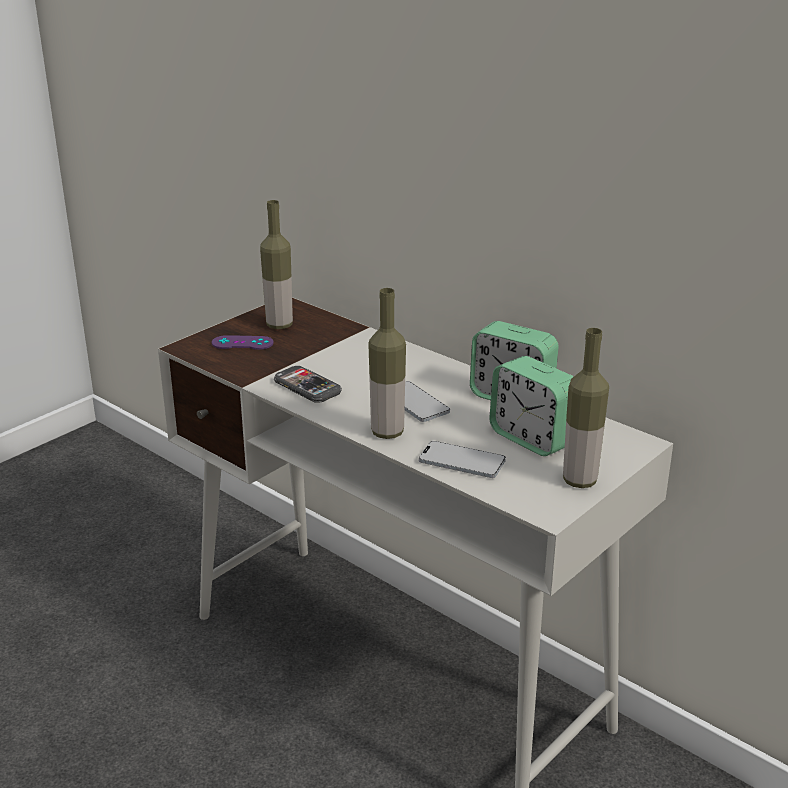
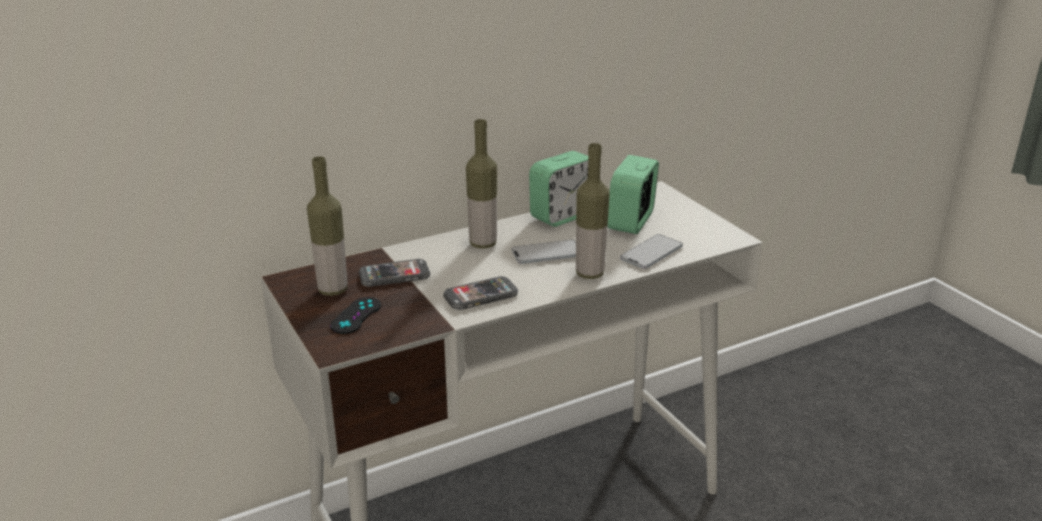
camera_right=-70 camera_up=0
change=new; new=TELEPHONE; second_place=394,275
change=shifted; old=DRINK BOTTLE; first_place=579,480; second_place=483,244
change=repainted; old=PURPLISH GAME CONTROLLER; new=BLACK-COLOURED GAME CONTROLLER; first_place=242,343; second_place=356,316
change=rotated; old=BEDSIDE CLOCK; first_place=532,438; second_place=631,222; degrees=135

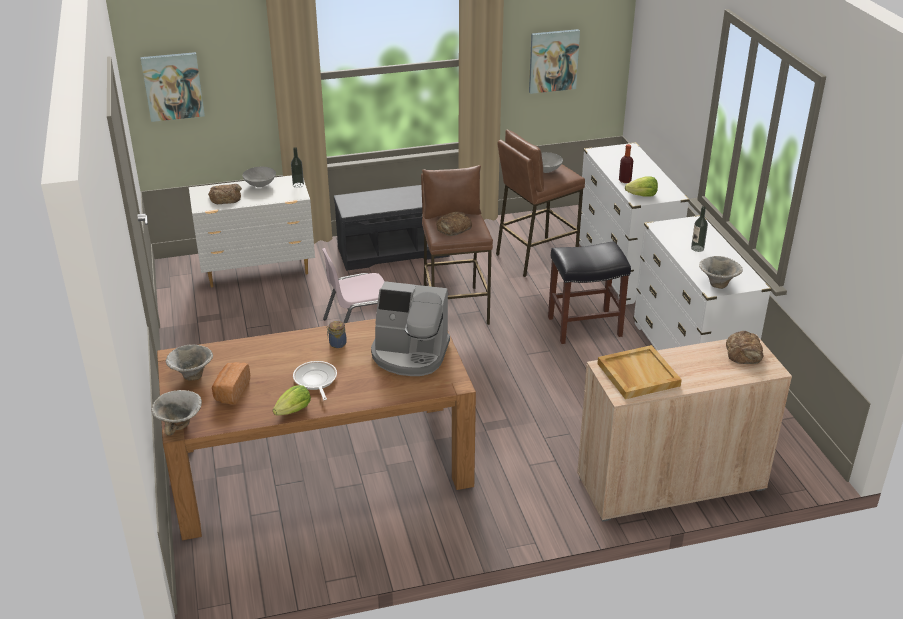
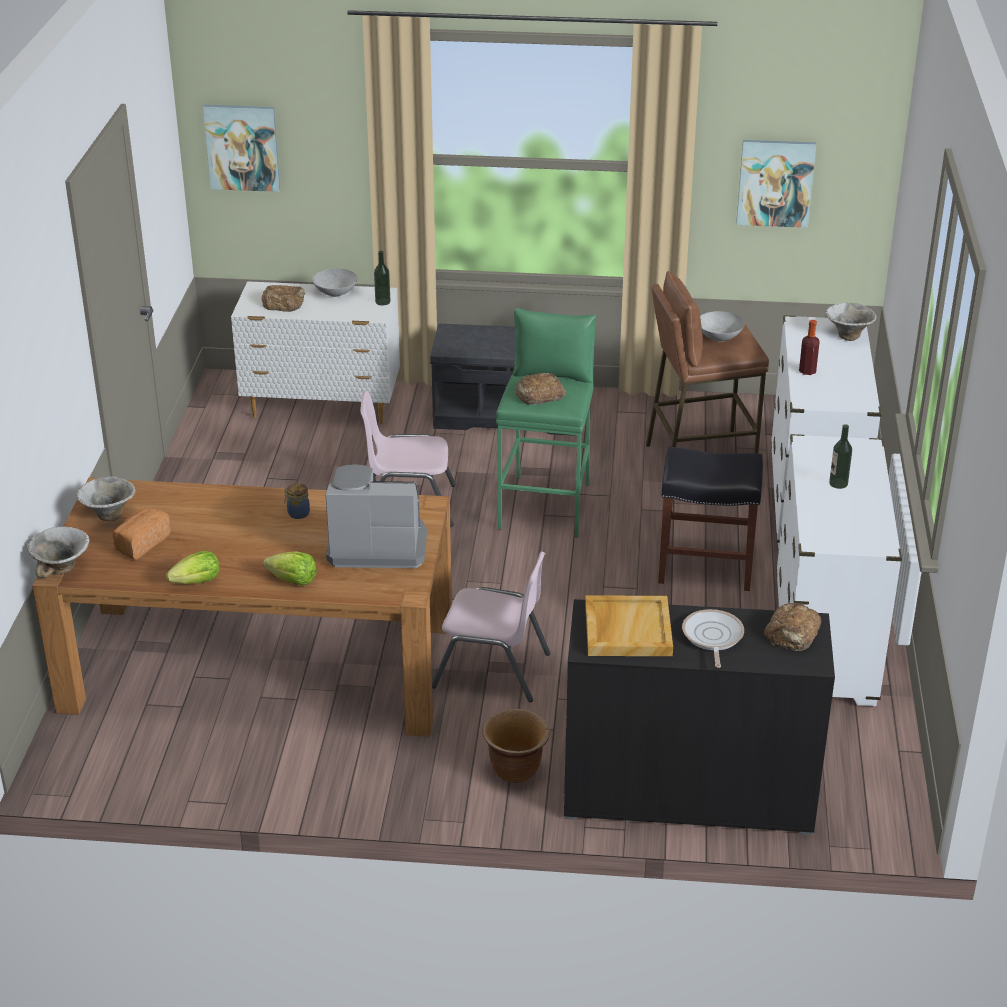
camera_right=20 camera_up=0
change=new; new=PINKISH UPRIGHT CHAIR; second_place=492,670
change=new; new=BROWN-COLOURED PLANTER; second_place=516,771
change=shifted; old=PAN; first_place=315,380; second_place=712,637
change=shifted; old=HEAD OF LETTUCE; first_place=642,195; second_place=293,581
change=shifted; old=SERVING BOWL; first_place=717,284; second_place=847,336
change=repainted; old=BROWN-COLOURED STOOL; new=GREEN STOOL; first_place=455,307; second_place=546,505
change=repainted; old=BEIGE CABINET; new=BLACK-COLOURED CABINET; first_place=670,482; second_place=688,793
change=rotated; old=COFFEE BREWER; first_place=410,354; second_place=376,544; degrees=150

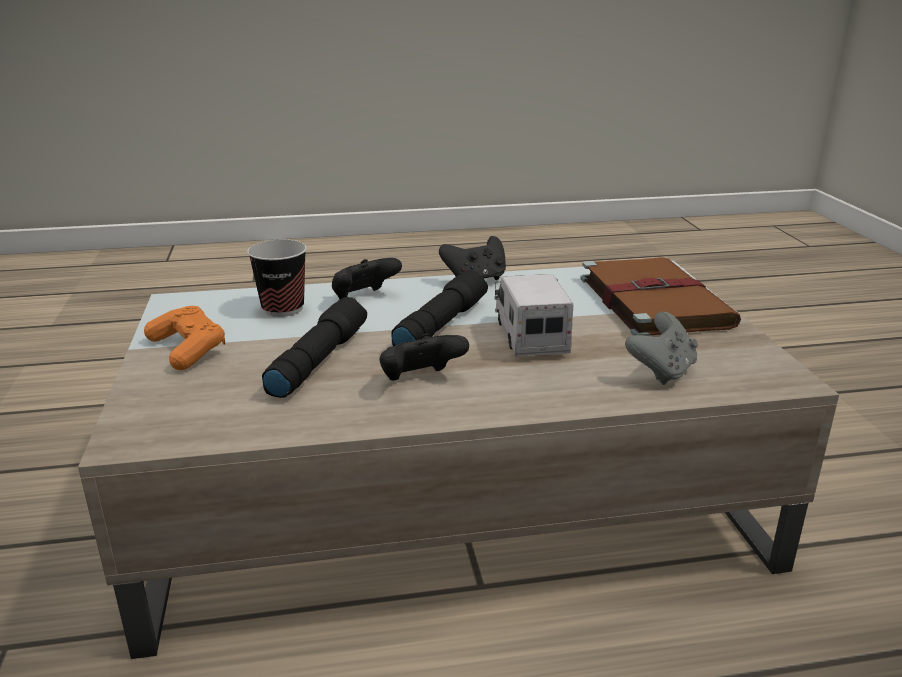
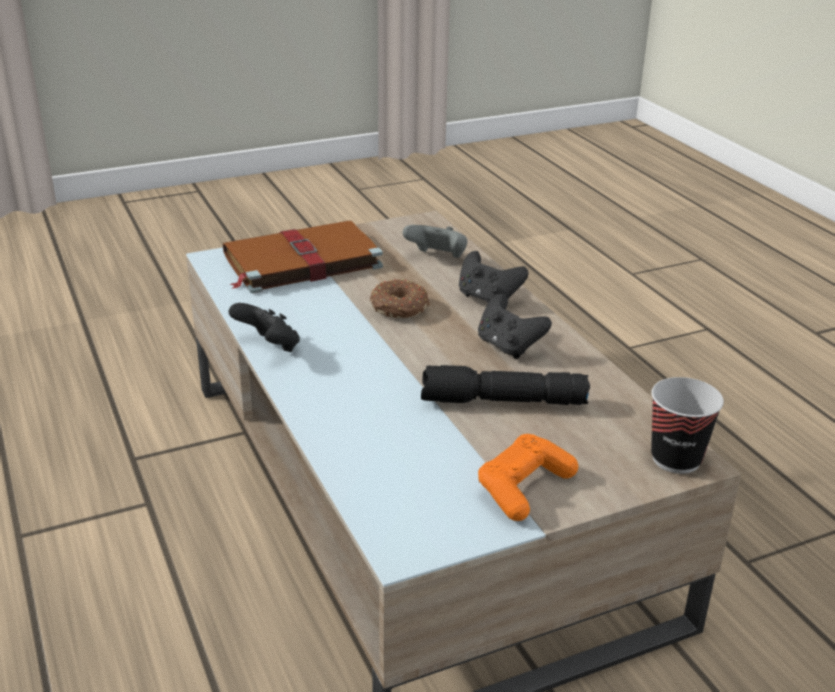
camera_right=-105 camera_up=5
change=gone; old=BLACK-COLOURED FLASHLIGHT; first_place=440,324
change=shifted; old=DRINKING CUP; first_place=283,308; second_place=676,459
change=shifted; old=BLACK-COLOURED GAME CONTROLLER; first_place=364,298; second_place=488,298
change=swapped; old=TOY LORRY; new=DONUT; first_place=530,336; second_place=399,308

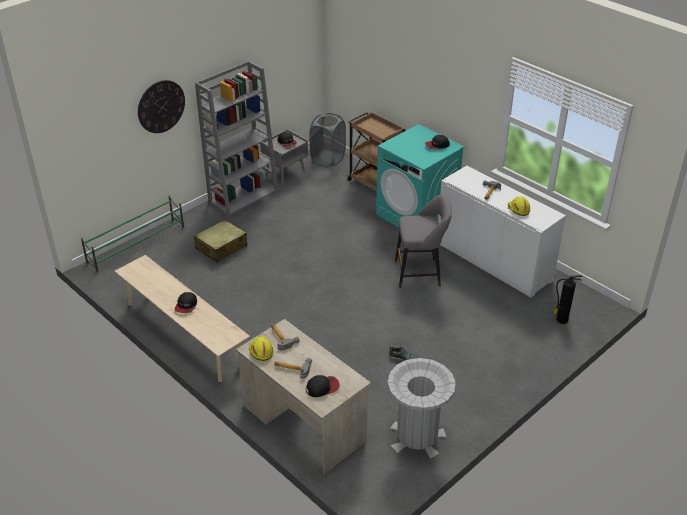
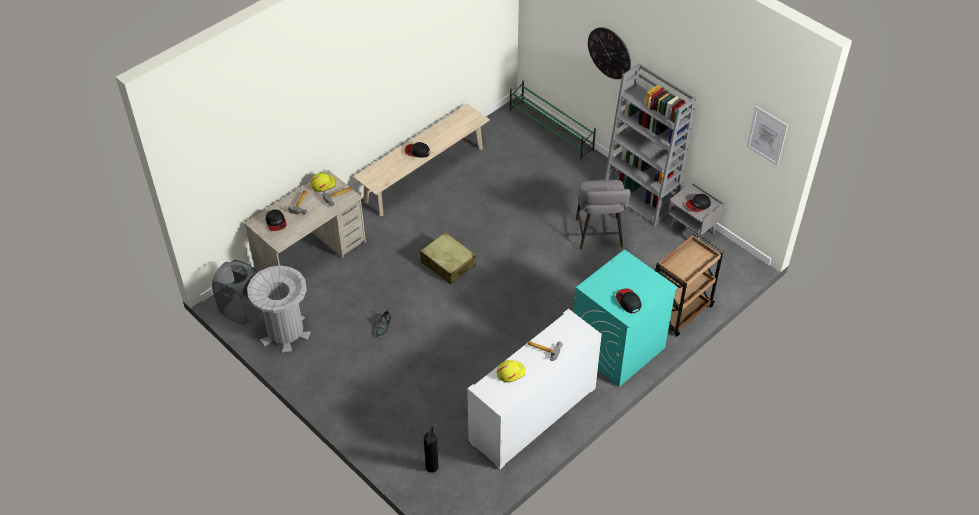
camera_right=90 camera_up=10
change=new; new=WALL PICTURE; second_place=767,135
change=shifted; old=BEIGE TRAVEL CASE; first_place=221,247; second_place=448,264
change=shifted; old=GREY LAUNDRY BASKET; first_place=328,159; second_place=243,310
change=shifted; old=GREY STOOL; first_place=420,273; second_place=599,235

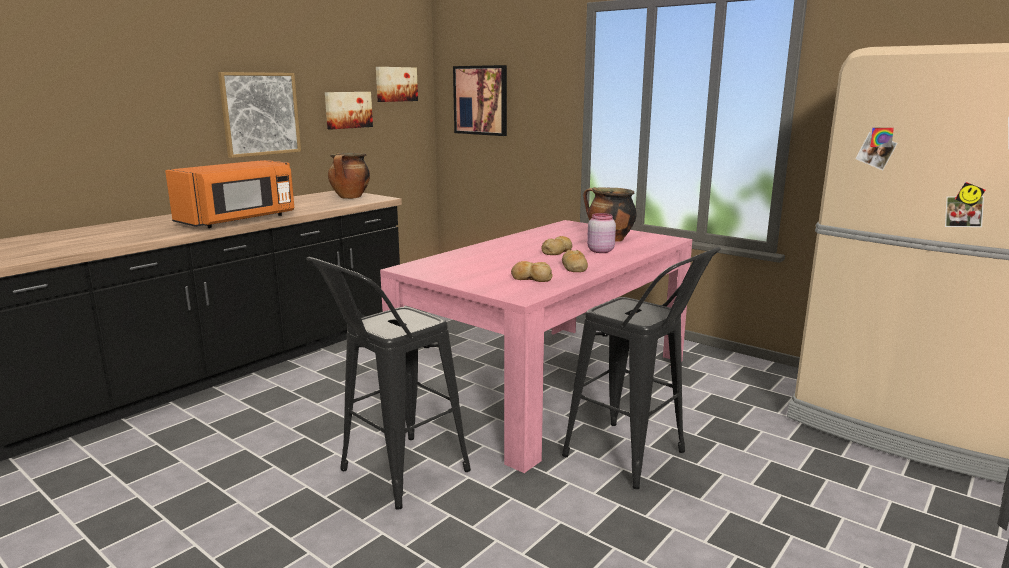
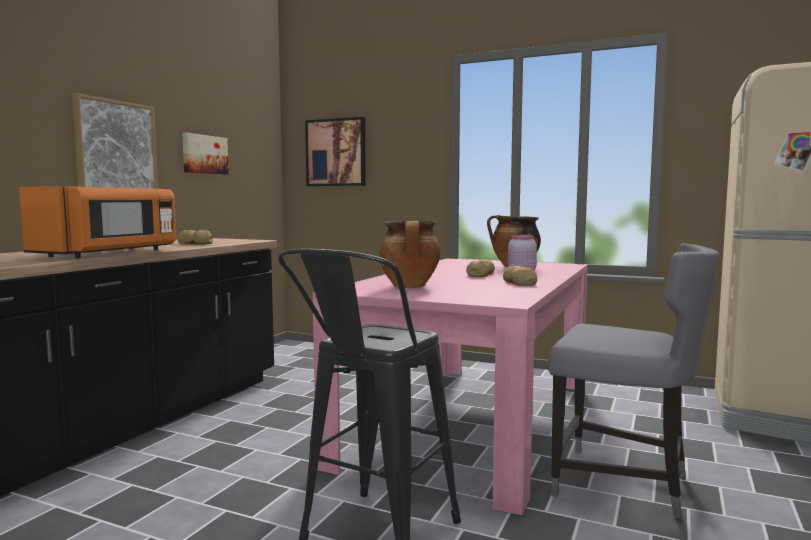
camera_right=-15 camera_up=-10
change=gone; old=WALL PICTURE; first_place=395,84
change=shifted; old=COOKING POT; first_place=350,197; second_place=410,287
change=shifted; old=BREAD; first_place=531,278; second_place=195,243
change=swapped; old=BLACK-COLOURED STOOL; new=GREY UPRIGHT CHAIR; first_place=635,459; second_place=623,484

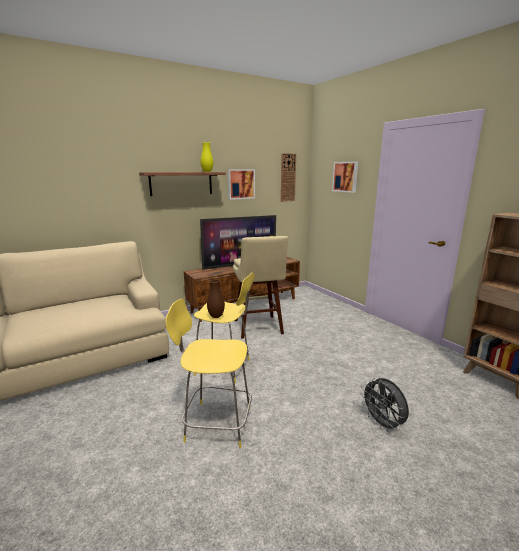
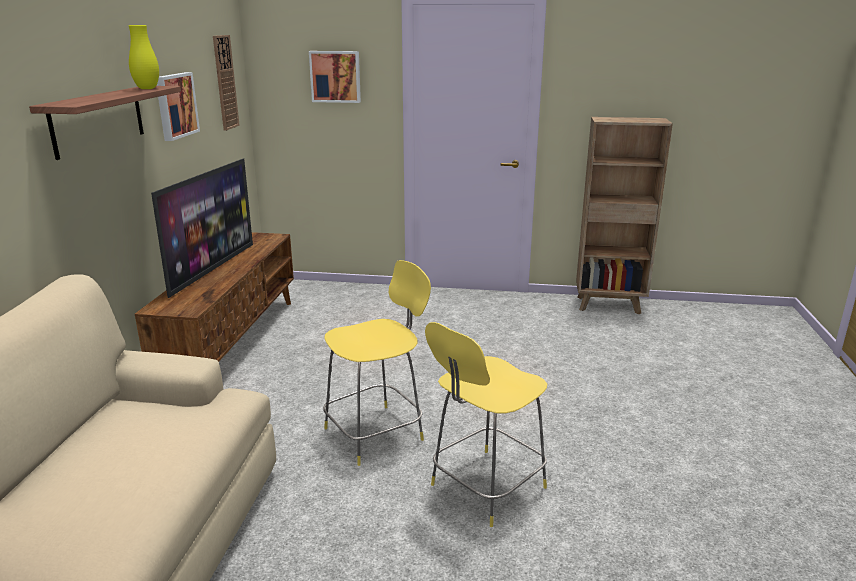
camera_right=-50 camera_up=5
change=gone; old=BROWN-COLOURED DECORATIVE VASE; first_place=216,316
change=gone; old=BEIGE STOOL; first_place=259,328
change=gone; old=GREY ELECTRIC FAN; first_place=382,424

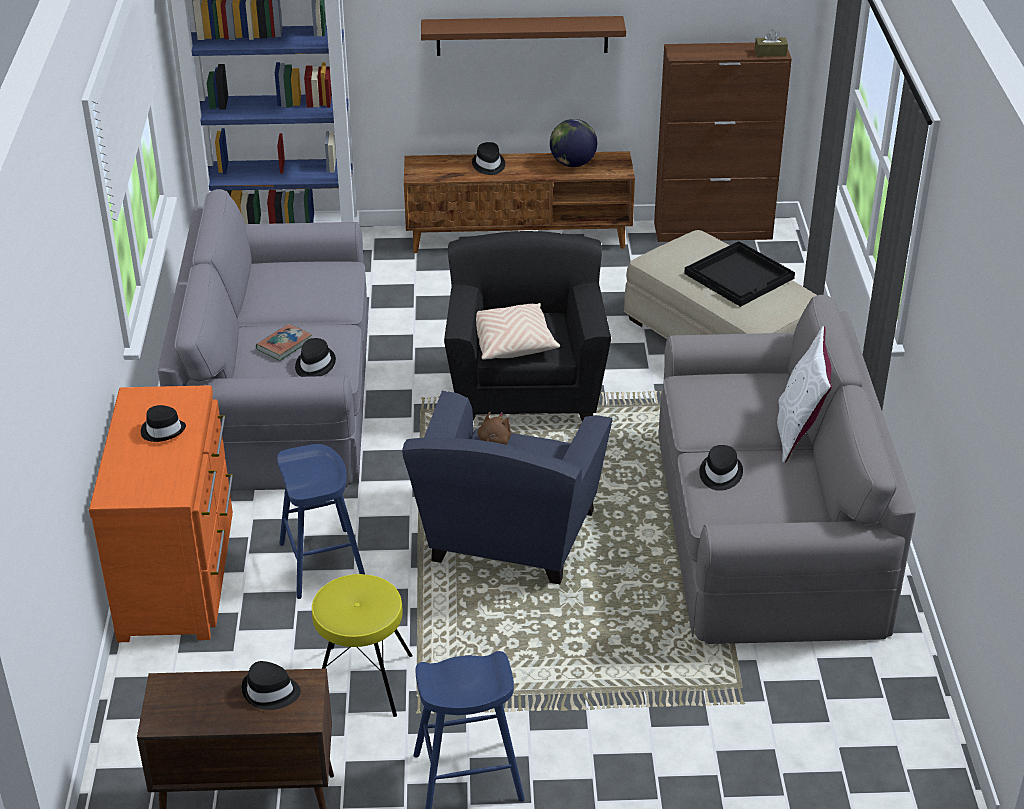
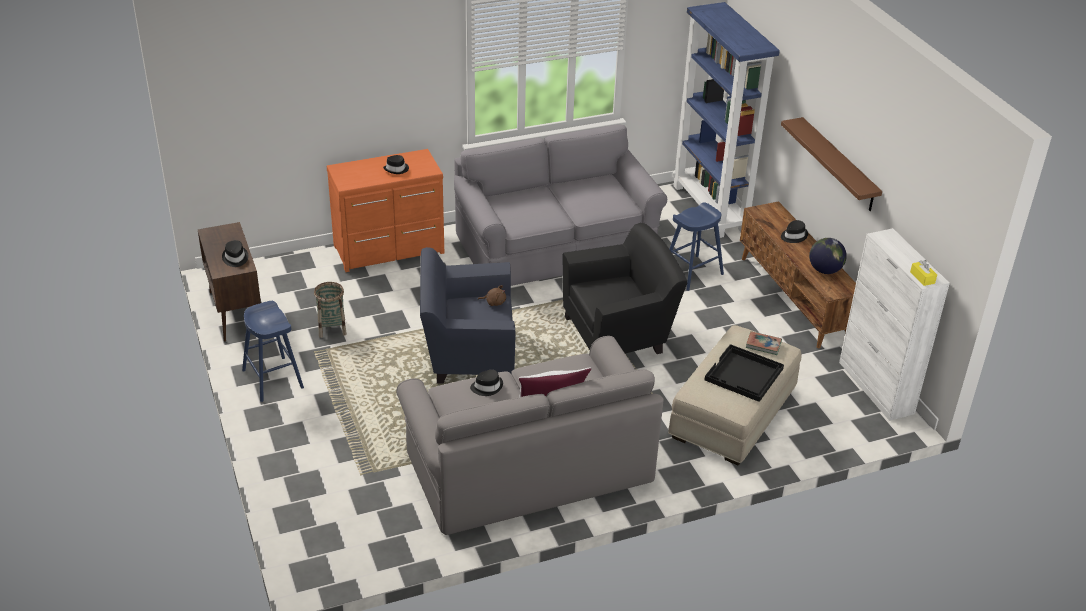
camera_right=70 camera_up=0
change=gone; old=BLACK-COLOURED CLOTHING HAT; first_place=314,365
change=gone; old=BEIGE PILLOW; first_place=511,343
change=shifted; old=BOUND BOOK; first_place=284,345; second_place=763,345
change=shifted; old=BLUE STOOL; first_place=322,563; second_place=692,273
change=swapped; old=YELLOWISH STOOL; new=HOUSEHOLD BASKET; first_place=362,681; second_place=332,328
change=repainted; old=BROWN-COLOURED CABINET; new=WHITE CABINET; first_place=713,231; second_place=876,388
change=repainted; old=BROWN-COLOURED BOX OF TISSUES; new=YELLOWISH BOX OF TISSUES; first_place=770,53; second_place=922,277

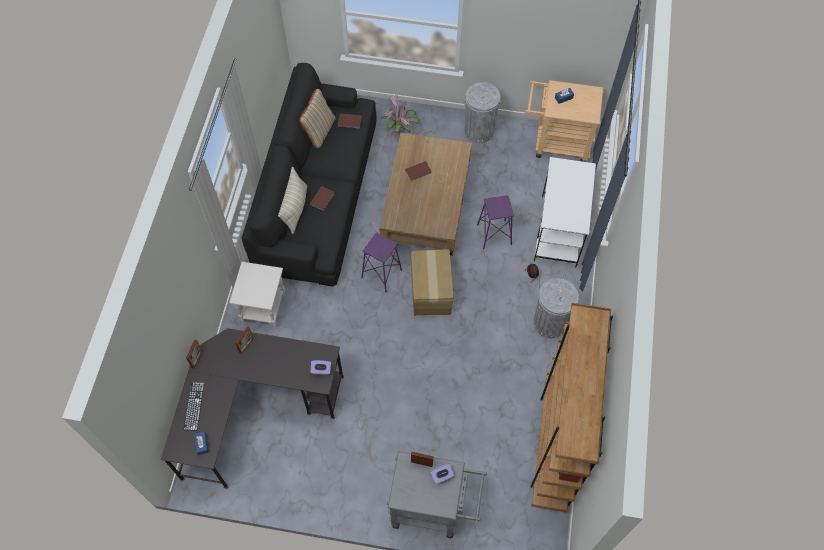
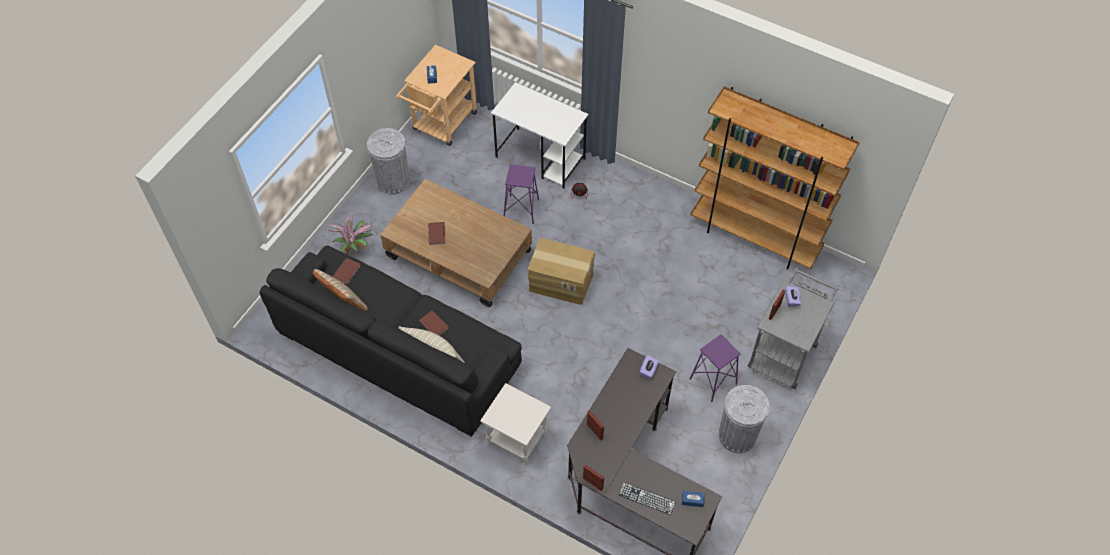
camera_right=-70 camera_up=-5
change=shifted; old=PURPLISH STOOL; first_place=381,274; second_place=713,381
change=shifted; old=GREY TRASH CAN; first_place=550,323; second_place=737,436

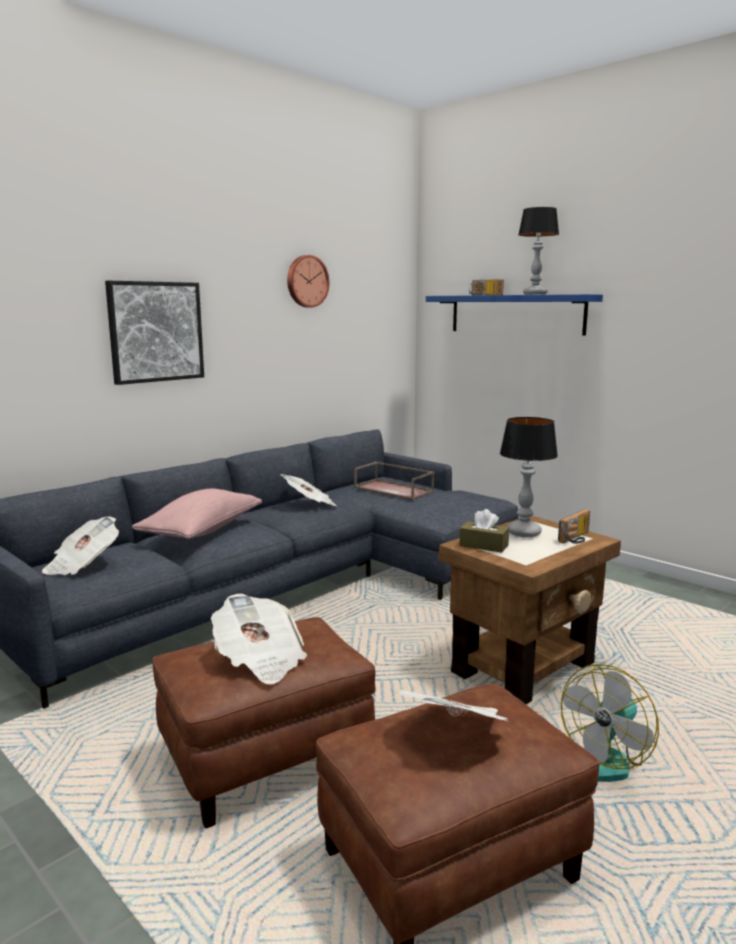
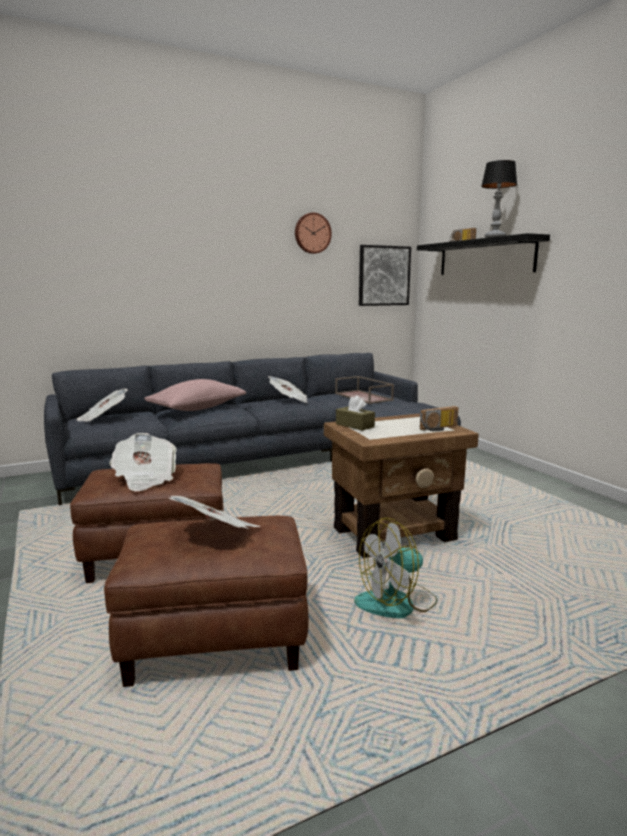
camera_right=20 camera_up=0
change=gone; old=TABLETOP LAMP; first_place=524,532
change=shifted; old=WALL PICTURE; first_place=156,331; second_place=384,276
change=repainted; old=BLUE BRACKET SHELF; new=BLACK-COLOURED BRACKET SHELF; first_place=515,314; second_place=485,257

